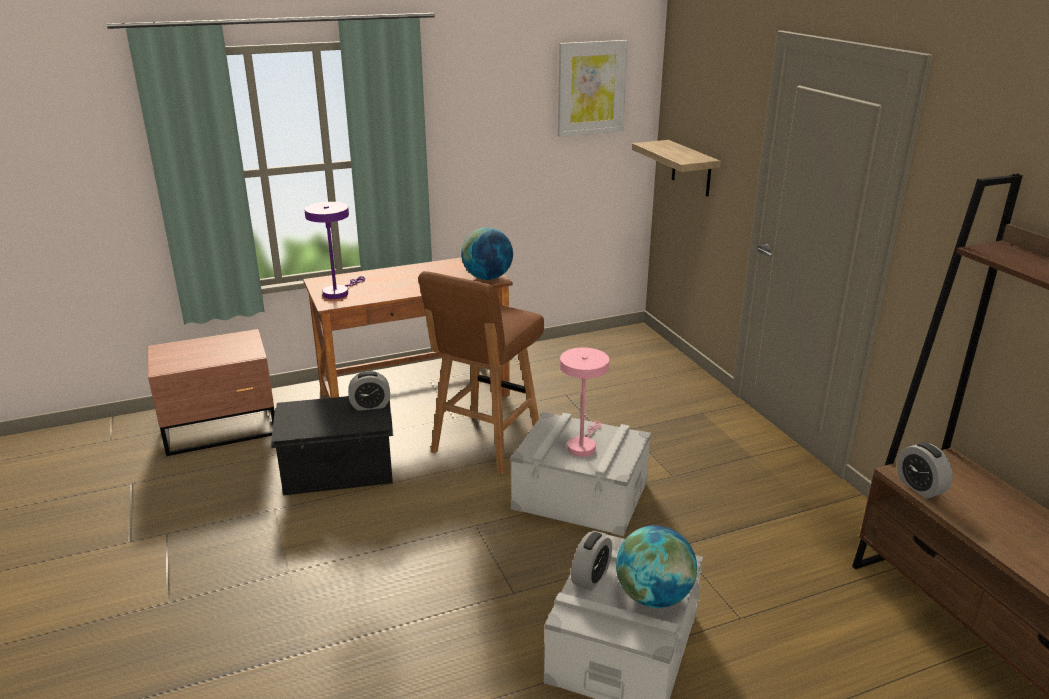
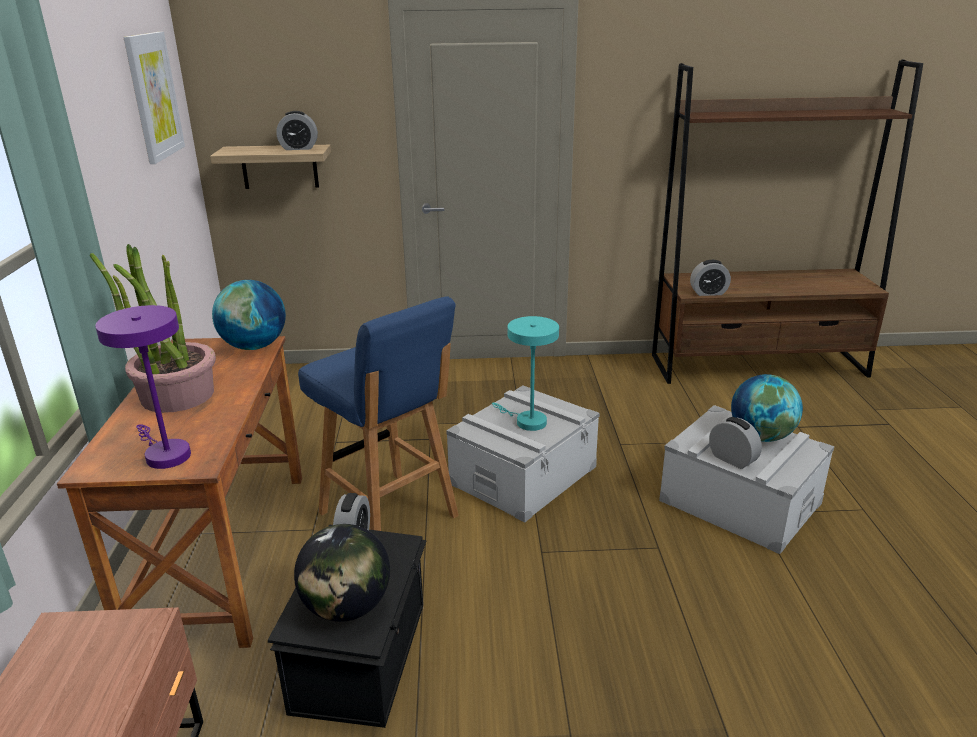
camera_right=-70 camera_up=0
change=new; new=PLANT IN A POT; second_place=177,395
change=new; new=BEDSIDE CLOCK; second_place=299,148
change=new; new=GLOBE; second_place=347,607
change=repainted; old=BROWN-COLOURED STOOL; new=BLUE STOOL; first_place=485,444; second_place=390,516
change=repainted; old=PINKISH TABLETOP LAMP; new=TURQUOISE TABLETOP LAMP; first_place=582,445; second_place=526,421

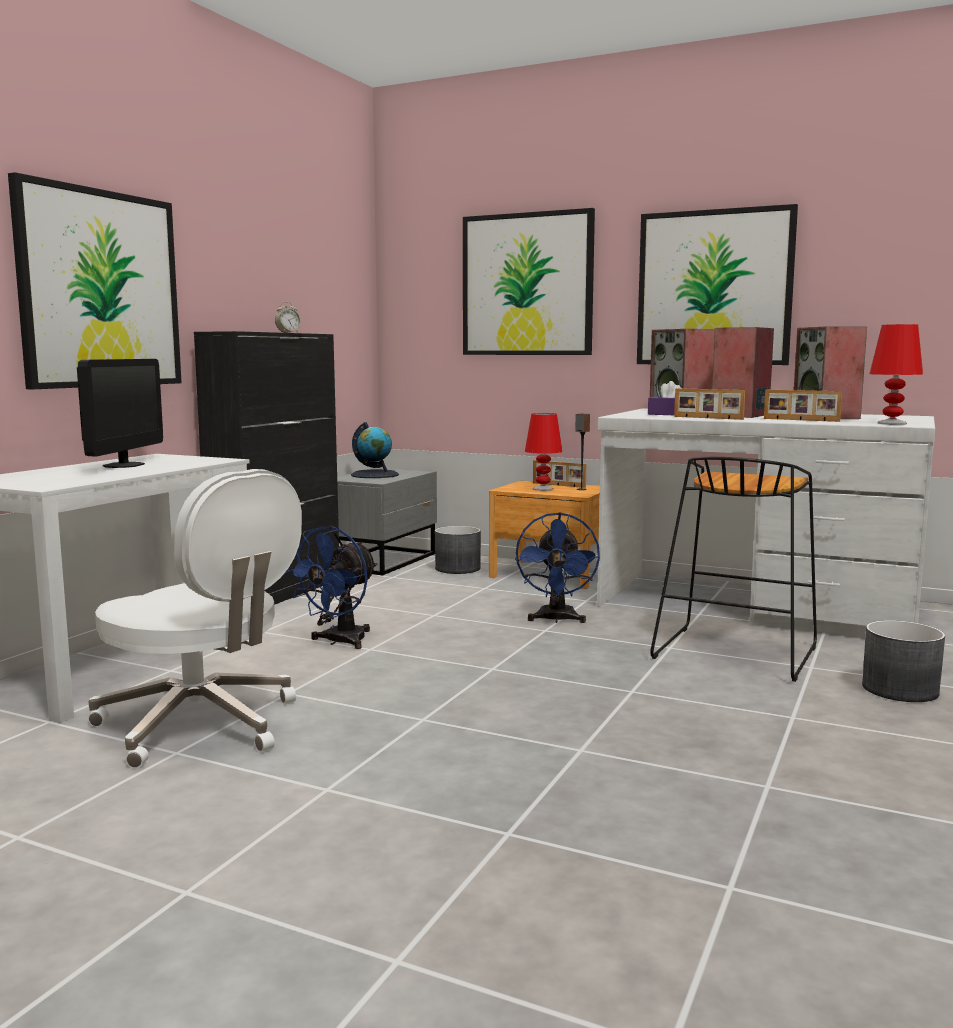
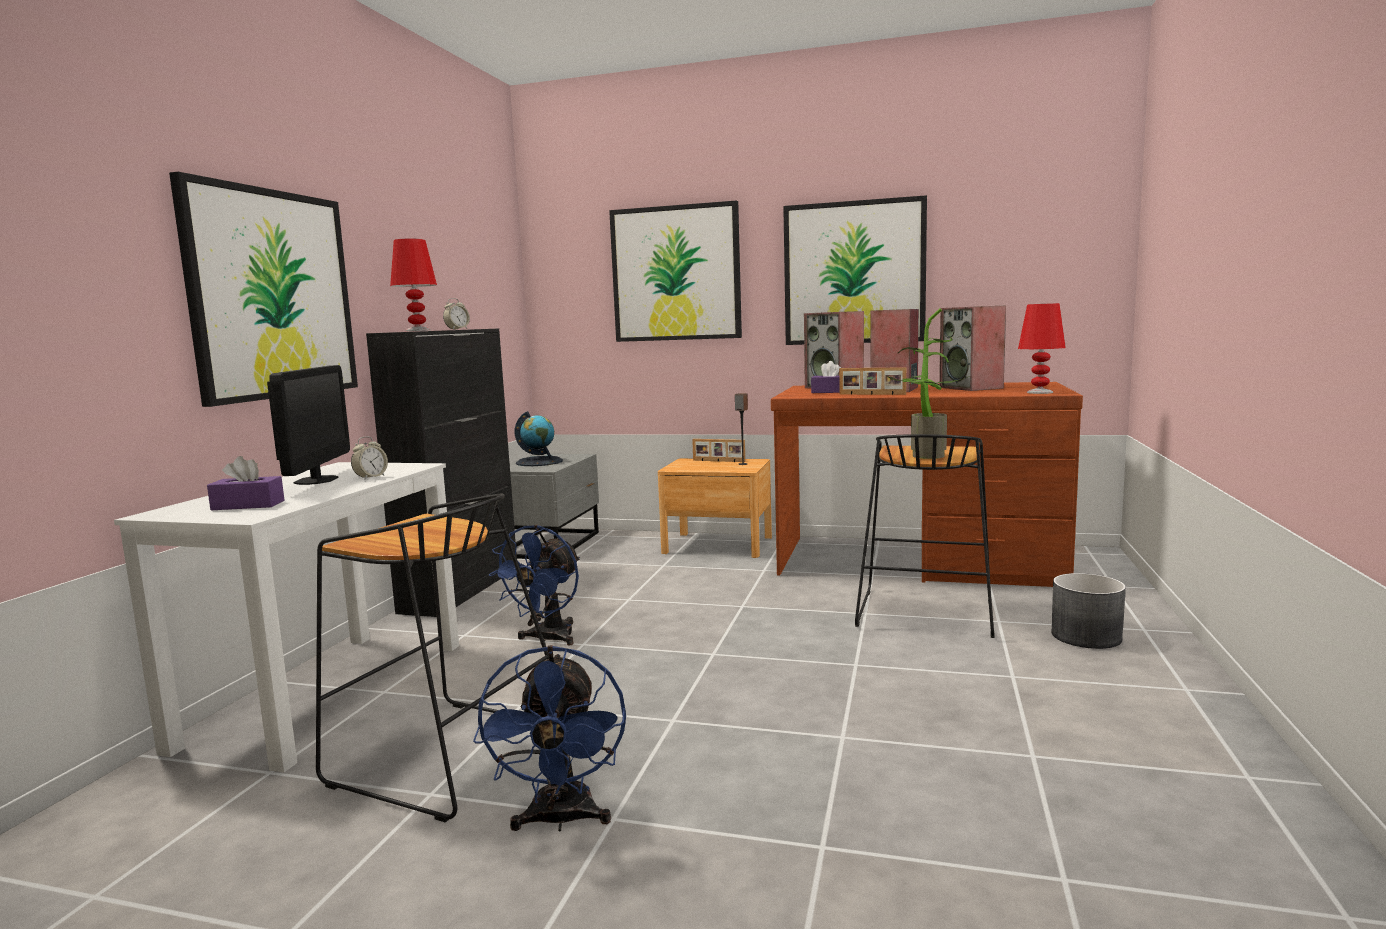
camera_right=-10 camera_up=0
change=gone; old=GREY PLANTER; first_place=457,569
change=gone; old=PHOTO FRAME; first_place=800,420
change=new; new=PURPLISH BOX OF TISSUES; second_place=248,505
change=new; new=BEDSIDE CLOCK; second_place=371,477
change=new; new=PLANT IN A POT; second_place=925,456
change=shifted; old=BLUE ELECTRIC FAN; first_place=556,620; second_place=561,820
change=shifted; old=RED-COLOURED TABLETOP LAMP; first_place=543,489; second_place=418,330
change=swapped; old=WHITE DESK CHAIR; new=BLACK-COLOURED STOOL; first_place=201,725; second_place=445,756
change=repainted; old=WHITE DESK UNIT; new=BROWN-COLOURED DESK UNIT; first_place=758,605; second_place=918,561

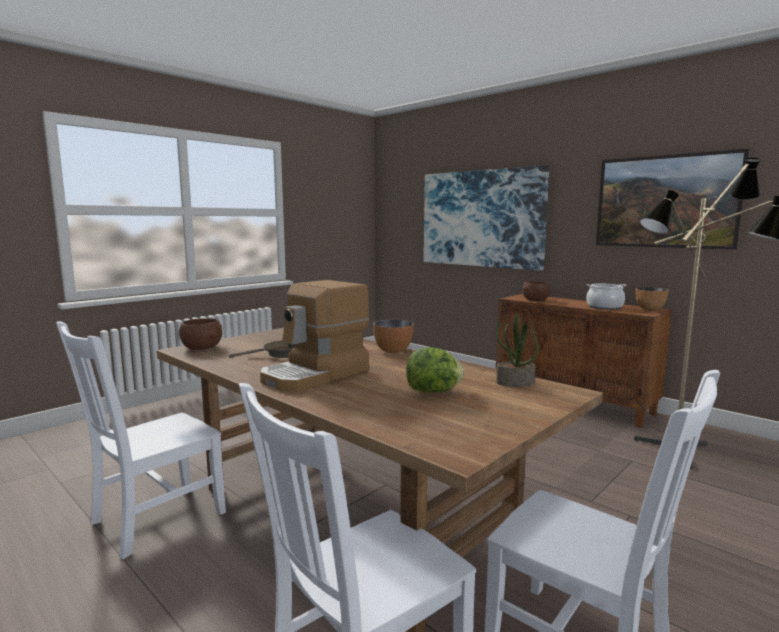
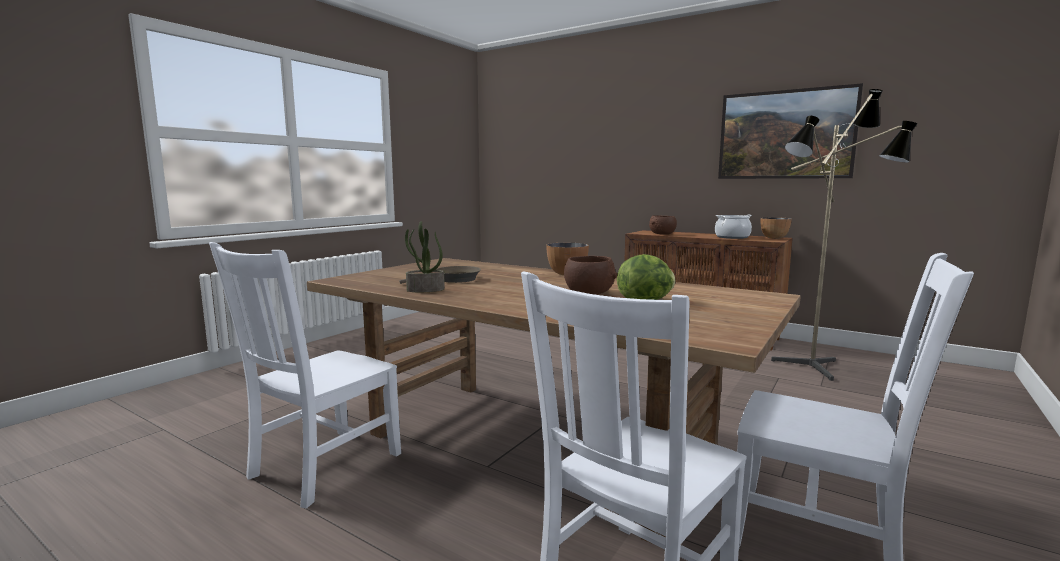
camera_right=-10 camera_up=0
change=gone; old=COFFEE BREWER; first_place=316,375
change=gone; old=WALL PICTURE; first_place=481,218
change=shifted; old=BROWN-COLOURED SERVING BOWL; first_place=202,347; second_place=589,292
change=shifted; old=PLANT IN A POT; first_place=515,383; second_place=425,290

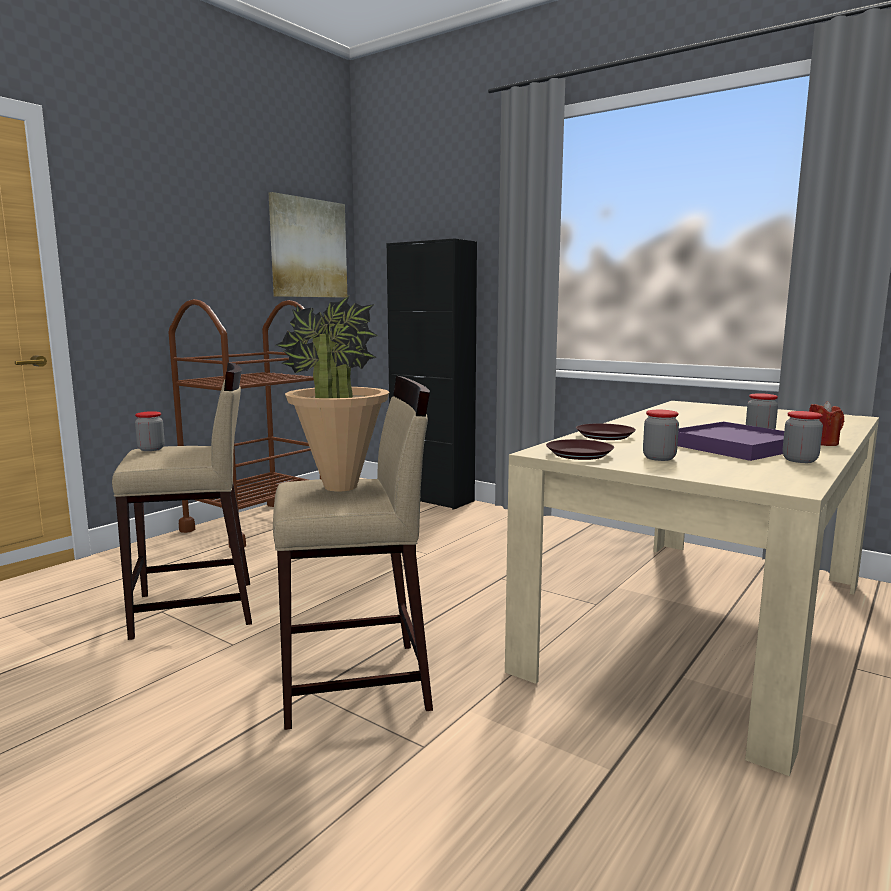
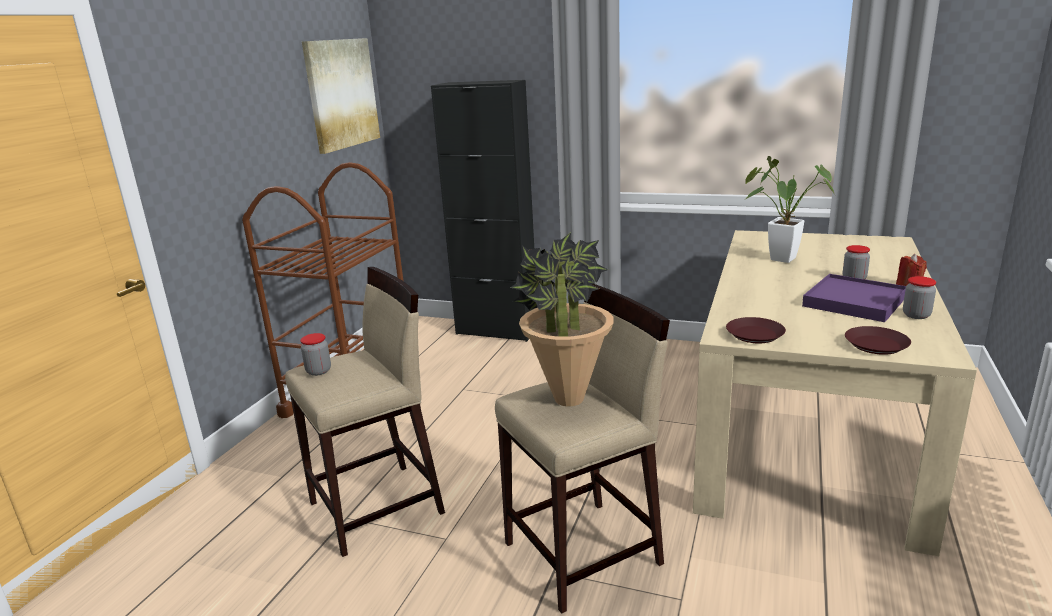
camera_right=-15 camera_up=10
change=gone; old=JAR; first_place=659,458
change=new; new=PLANT IN A POT; second_place=777,258
change=shifted; old=BROWN-COLOURED DINNER PLATE; first_place=604,436; second_place=875,345

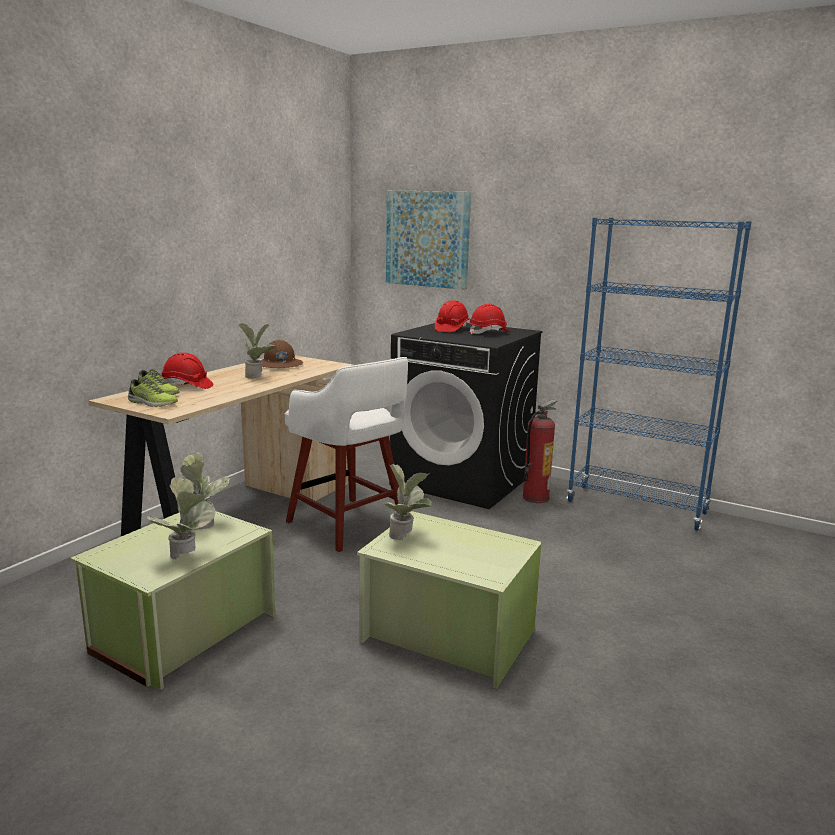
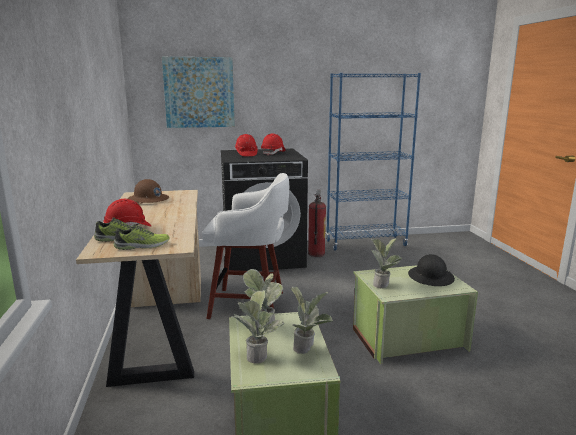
camera_right=-40 camera_up=0
change=new; new=BLACK-COLOURED WORK HELMET; second_place=431,277
change=shifted; old=PLANT IN A POT; first_place=257,376; second_place=258,354

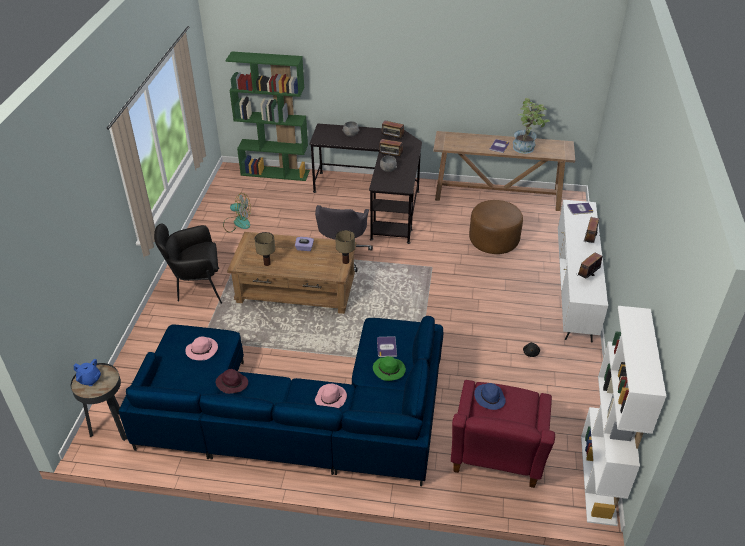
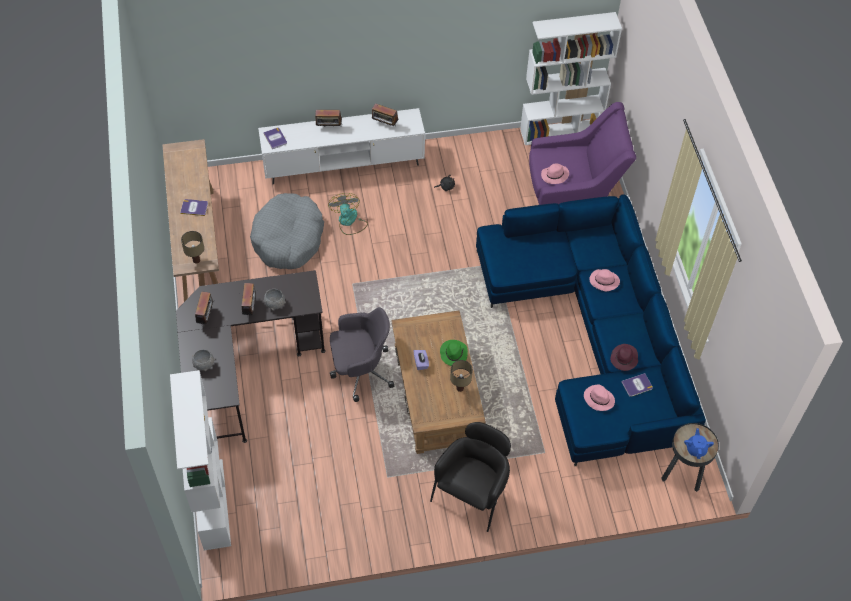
camera_right=-110 camera_up=15
change=gone; old=PLANT IN A POT; first_place=526,148
change=shifted; old=ELECTRIC FAN; first_place=237,223; second_place=349,222
change=shifted; old=TABLETOP LAMP; first_place=345,261; second_place=196,261
change=shifted; old=GREEN CLOTHING HAT; first_place=389,370; second_place=453,353
change=shifted; old=BOUND BOOK; first_place=386,347; second_place=637,385
change=swapped; old=BROWN-COLOURED FOOTREST; new=GREY PET BED; first_place=494,241; second_place=288,239
change=repainted; old=GREEN BOOKSHELF; new=WHITE BOOKSHELF; first_place=275,173; second_place=212,503
change=repainted; old=RED-COLOURED ARMCHAIR; new=PURPLISH ARMCHAIR; first_place=496,459; second_place=573,193
change=repainted; old=BLUE CLOTHING HAT; new=PINKISH CLOTHING HAT; first_place=489,398; second_place=554,176
change=rotated; old=BLACK-COLOURED ARMCHAIR; first_place=196,288; second_place=472,494; degrees=-120

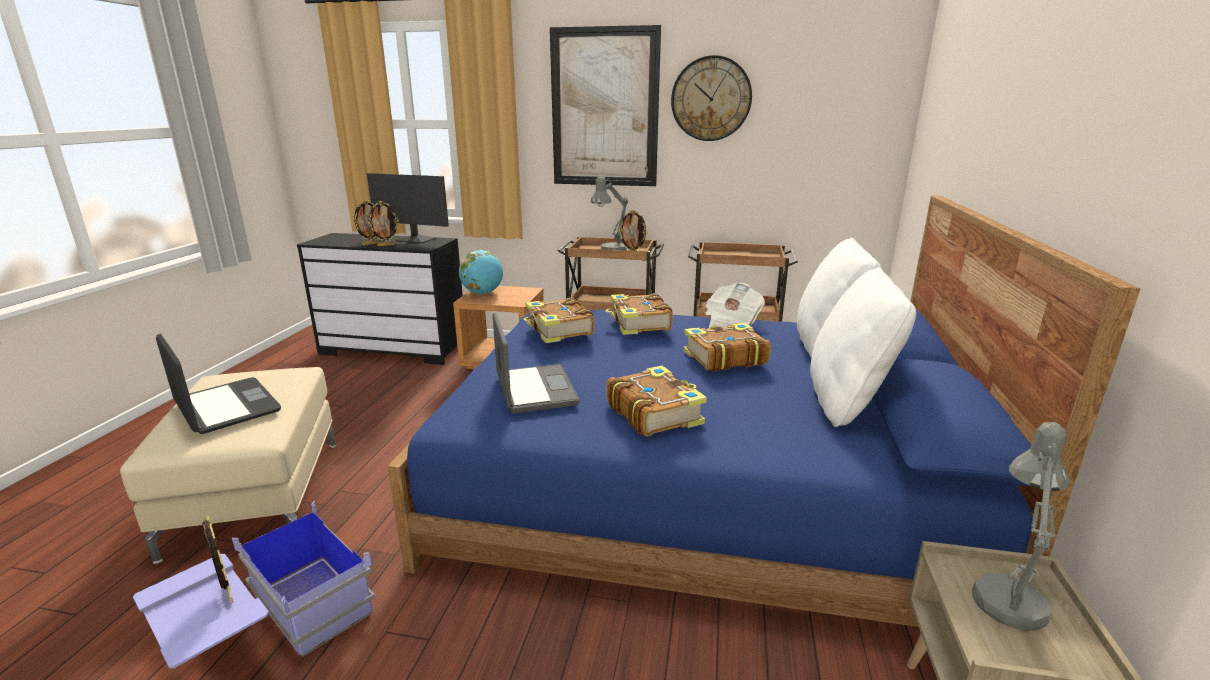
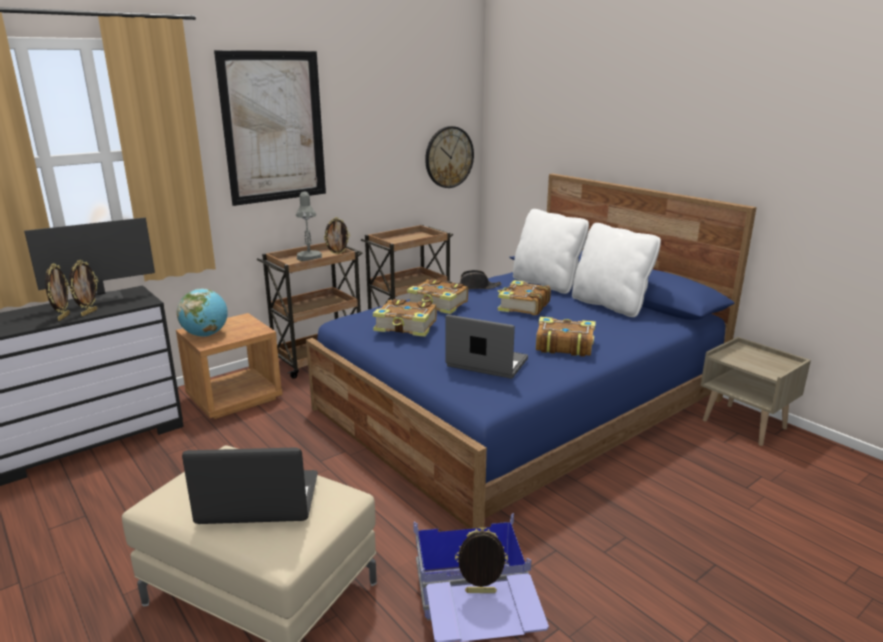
camera_right=-50 camera_up=0
change=gone; old=GREY TABLETOP LAMP; first_place=1008,594
change=shifted; old=CLOCK ON THE WALL; first_place=711,99; second_place=449,157
change=swapped; old=NEWSPAPER; new=BLACK-COLOURED CLOTHING HAT; first_place=730,323; second_place=474,287

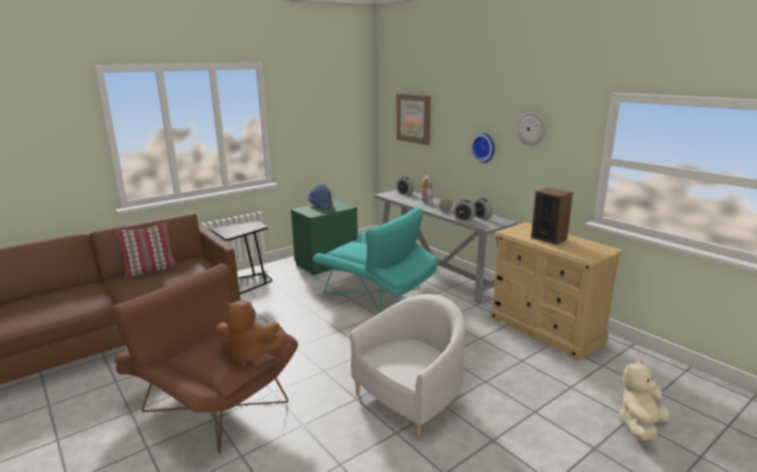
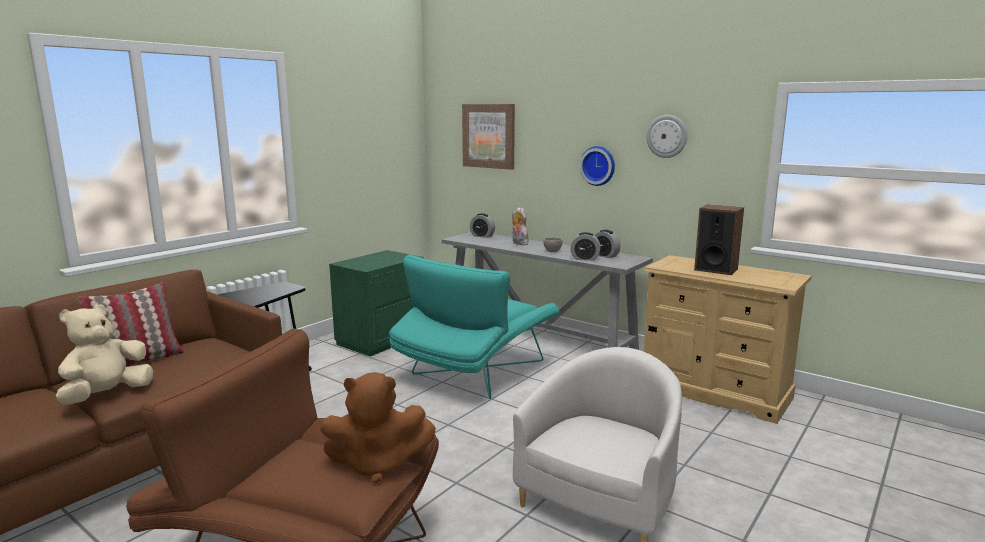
camera_right=-15 camera_up=-5
change=gone; old=BLUE CLOTHING HAT; first_place=320,205
change=shifted; old=BEIGE PLUSH TOY; first_place=640,426; second_place=107,395
change=rotated; old=TURQUOISE ARMCHAIR; first_place=377,294; second_place=475,372; degrees=105

